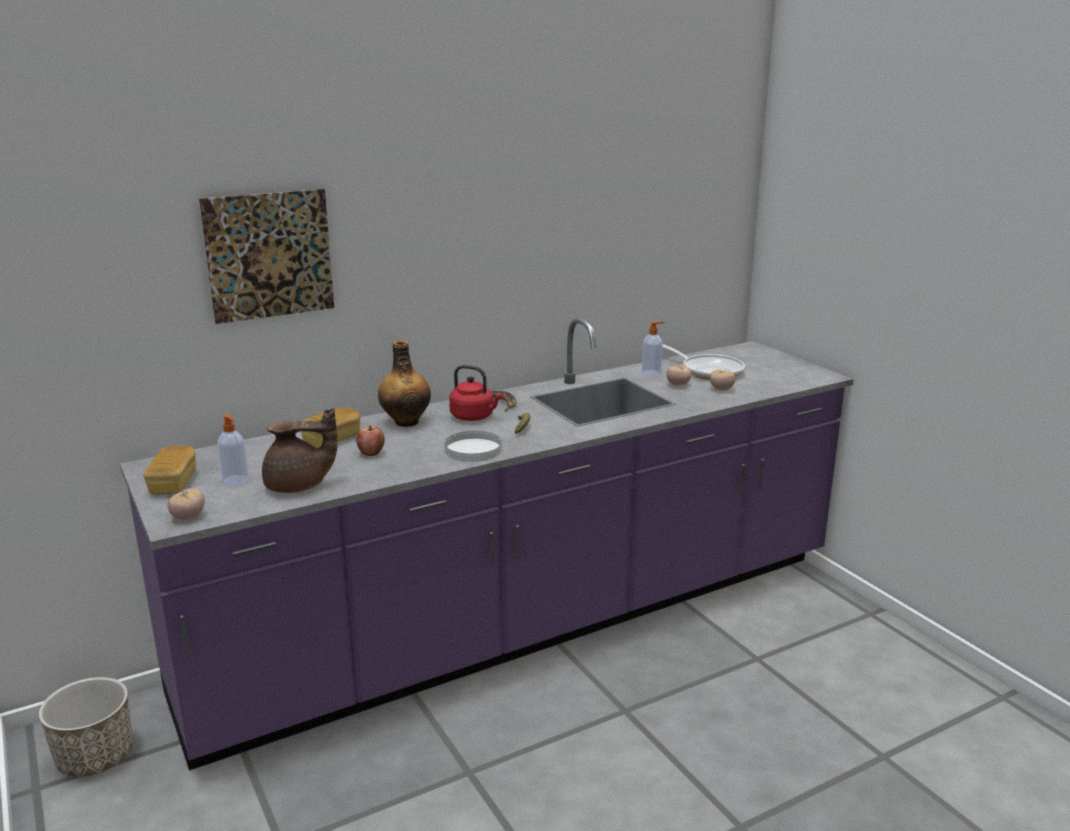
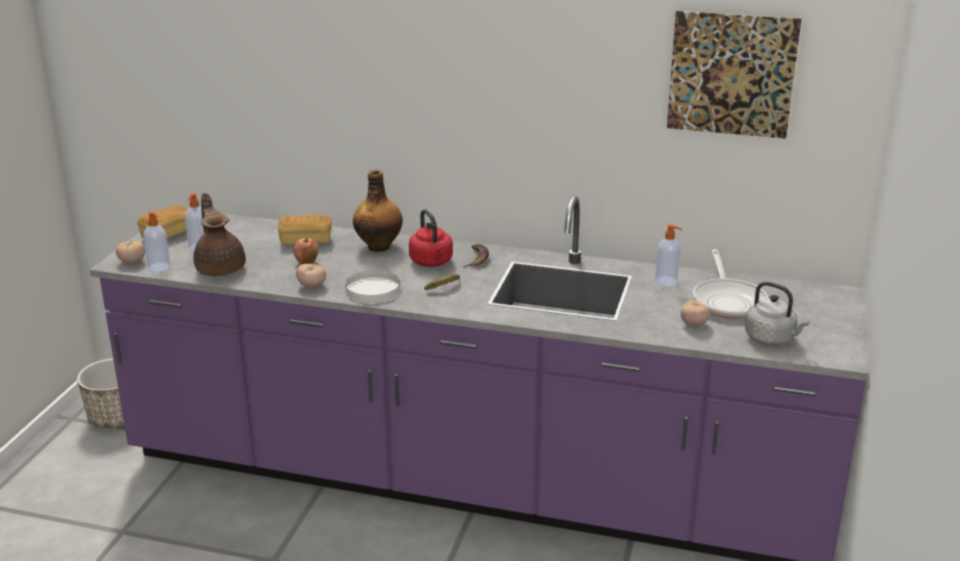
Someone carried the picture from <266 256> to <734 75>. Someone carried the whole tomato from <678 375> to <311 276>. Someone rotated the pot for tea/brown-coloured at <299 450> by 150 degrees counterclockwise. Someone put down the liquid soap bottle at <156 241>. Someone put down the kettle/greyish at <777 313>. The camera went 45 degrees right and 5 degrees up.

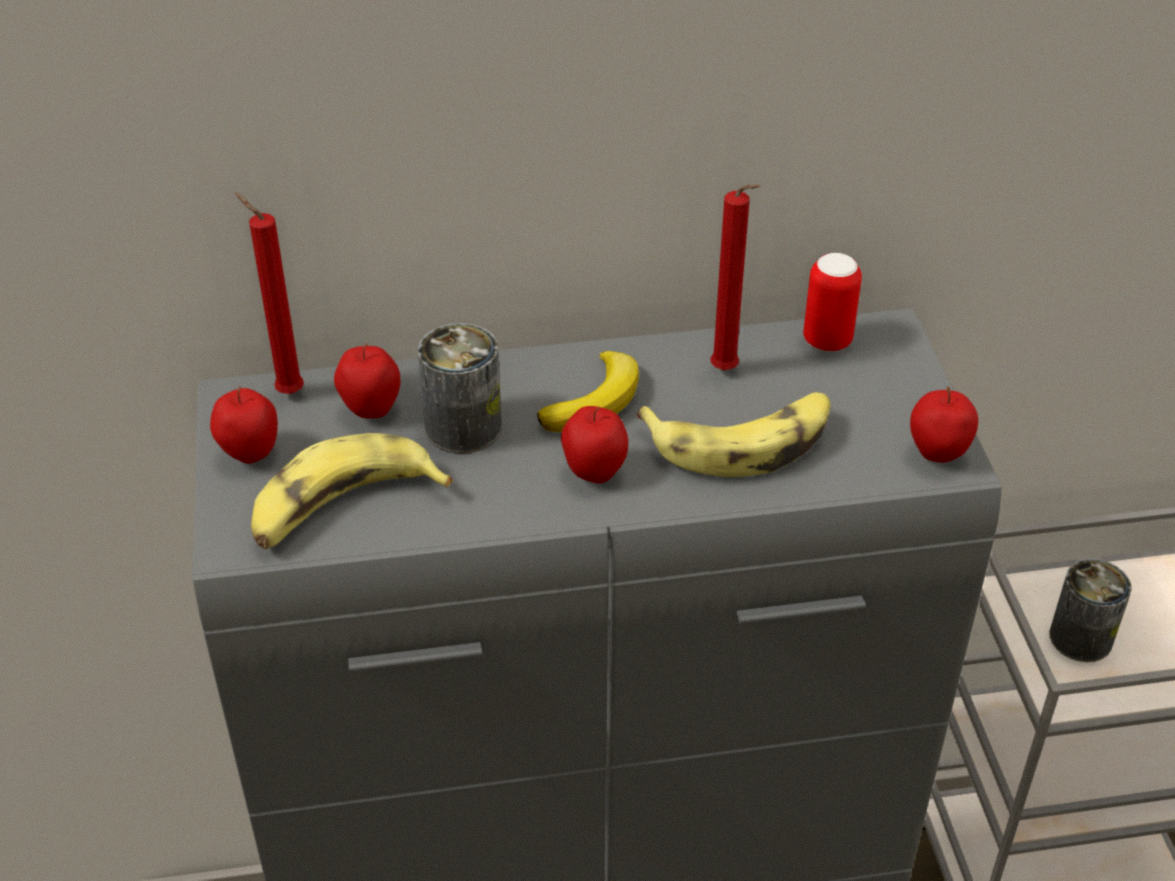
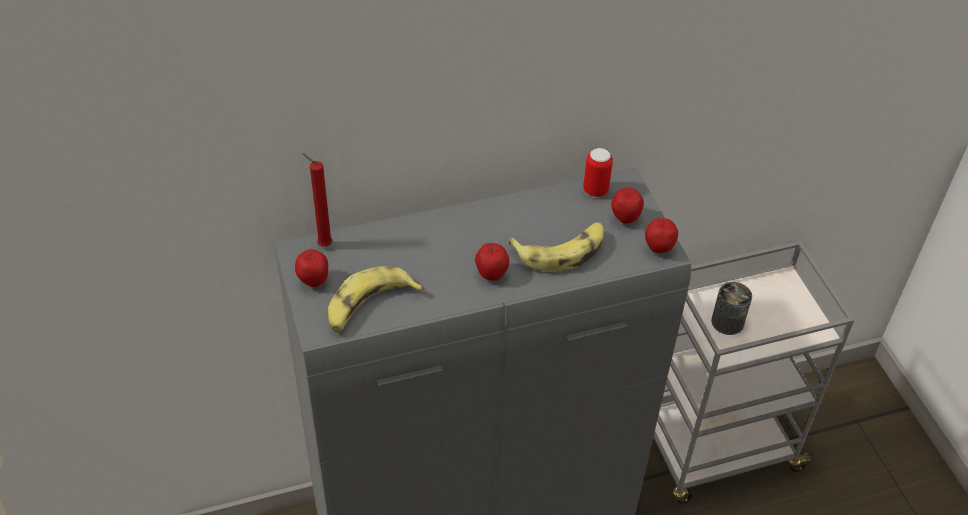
Someone took away the wax candle/red-coloured at <735 277>. Someone took away the metal can at <460 388>. Someone carried the whole apple from <367 380> to <627 206>. Someone took away the banana at <588 391>. The camera went 10 degrees left and 5 degrees up.

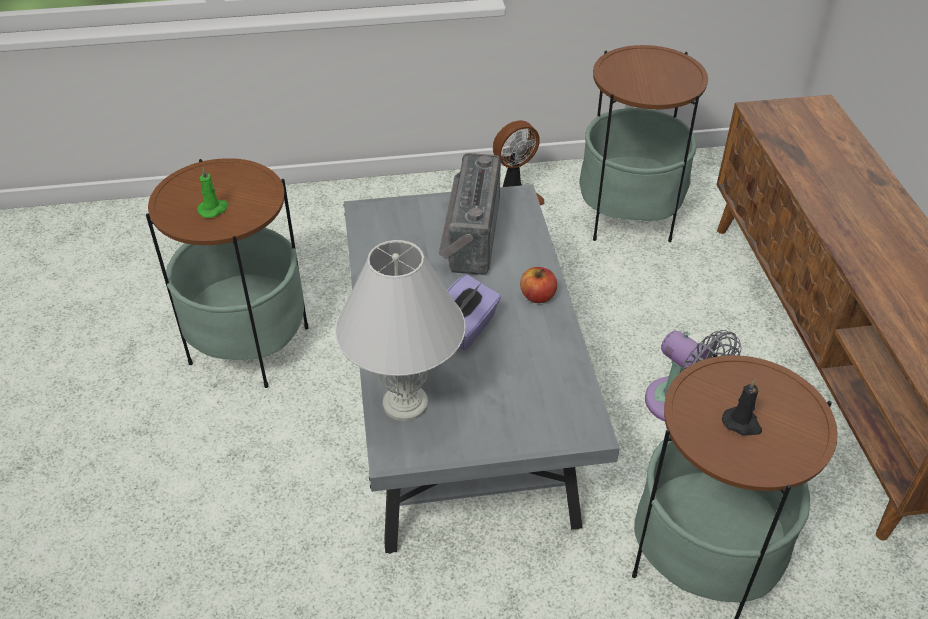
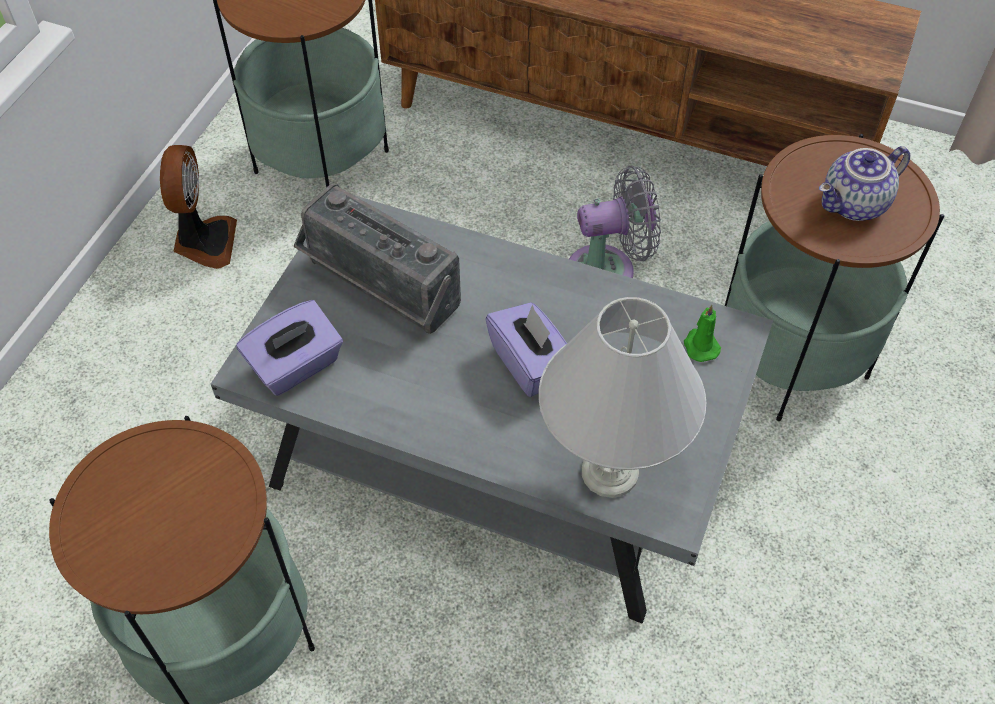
Someone carried the wax candle/greenish from <212 193> to <702 333>. Someone took away the whole apple at <538 285>. Someone swapped the wax candle/blackish at <742 407> for the pot for tea at <864 183>. Someone put down the tissue holder/purple-coloured at <290 348>. The camera went 60 degrees left and 10 degrees up.

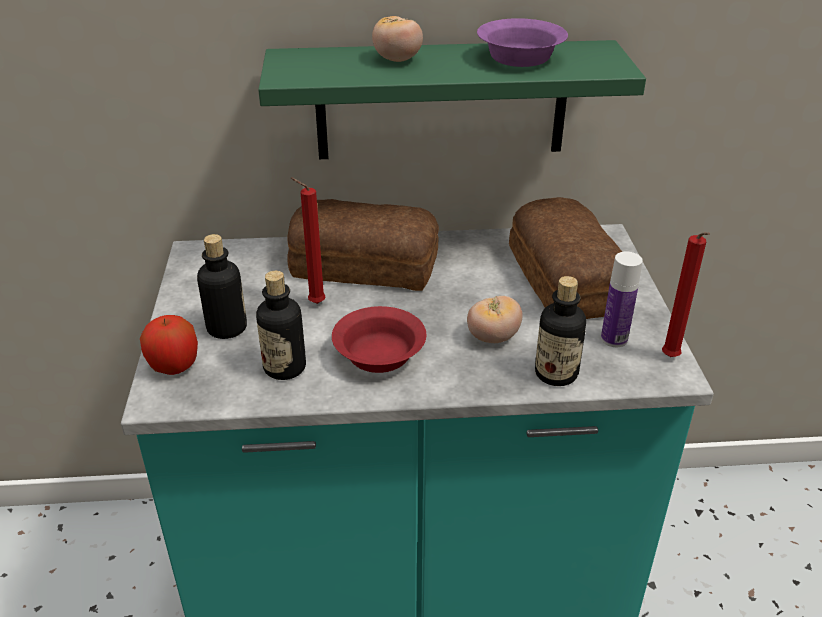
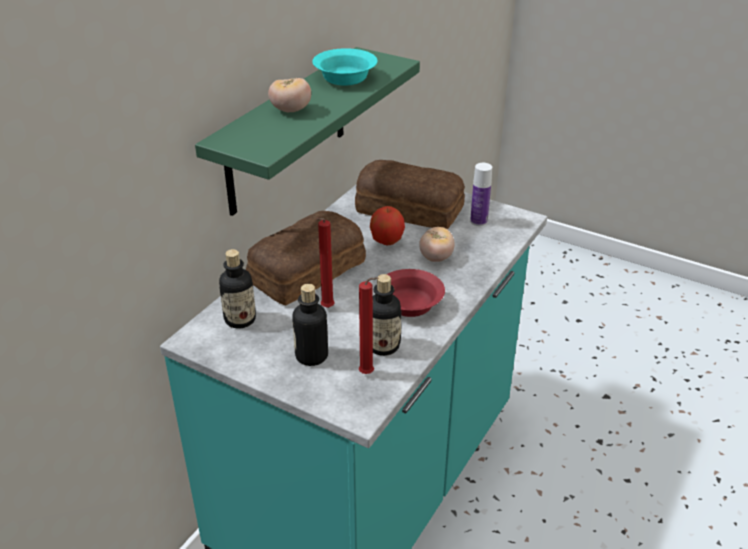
Someone repainted the bowl/purple-coloured at <522 42>, which became the bowl/turquoise-coloured at <344 66>. Someone carried the wax candle/red-coloured from <686 294> to <368 325>. Someone carried the beverage bottle from <560 331> to <237 288>. Someone carried the whole apple from <169 345> to <387 225>. The camera went 55 degrees left and 0 degrees up.

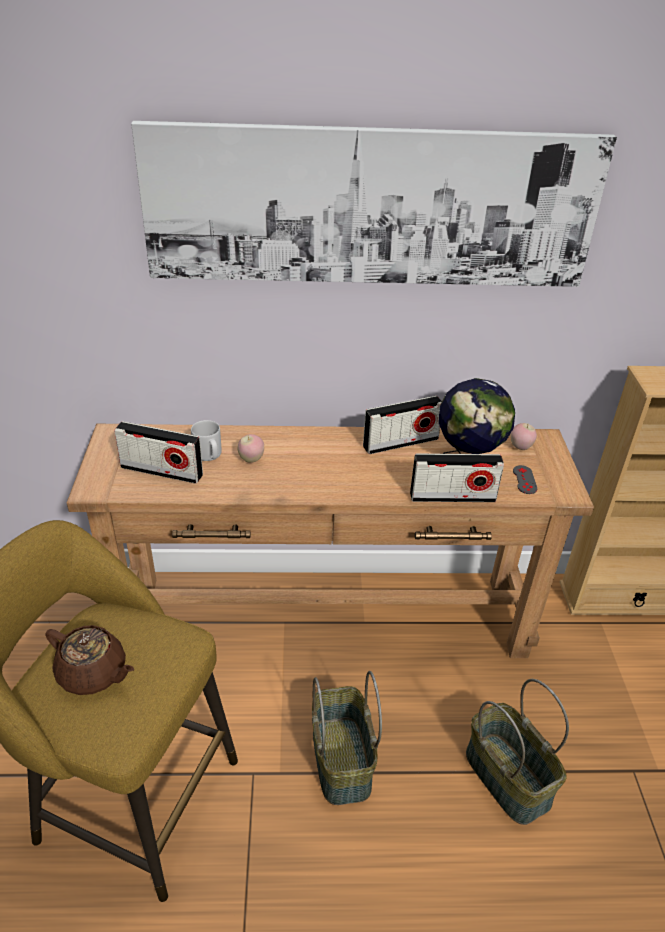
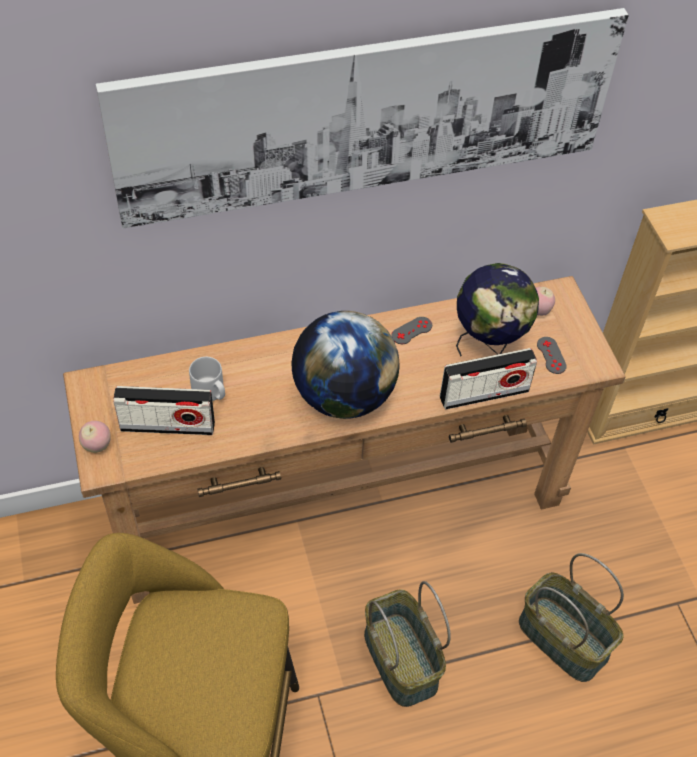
Someone swapped the radio receiver at <402 425> for the joypad/greyish at <411 330>. Someone carried the whole apple from <251 448> to <95 437>. Someone took away the pot for tea/brown-coloured at <89 660>. Someone put down the globe at <345 365>. The camera went 15 degrees left and 15 degrees up.

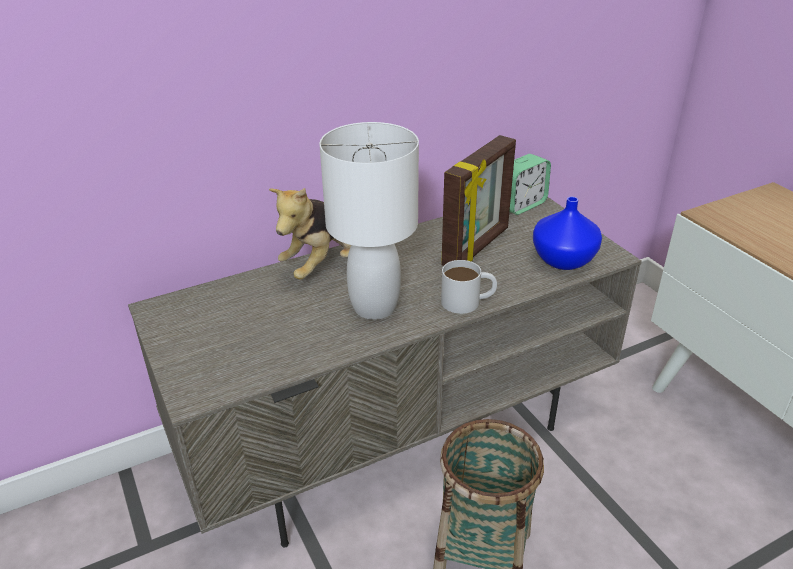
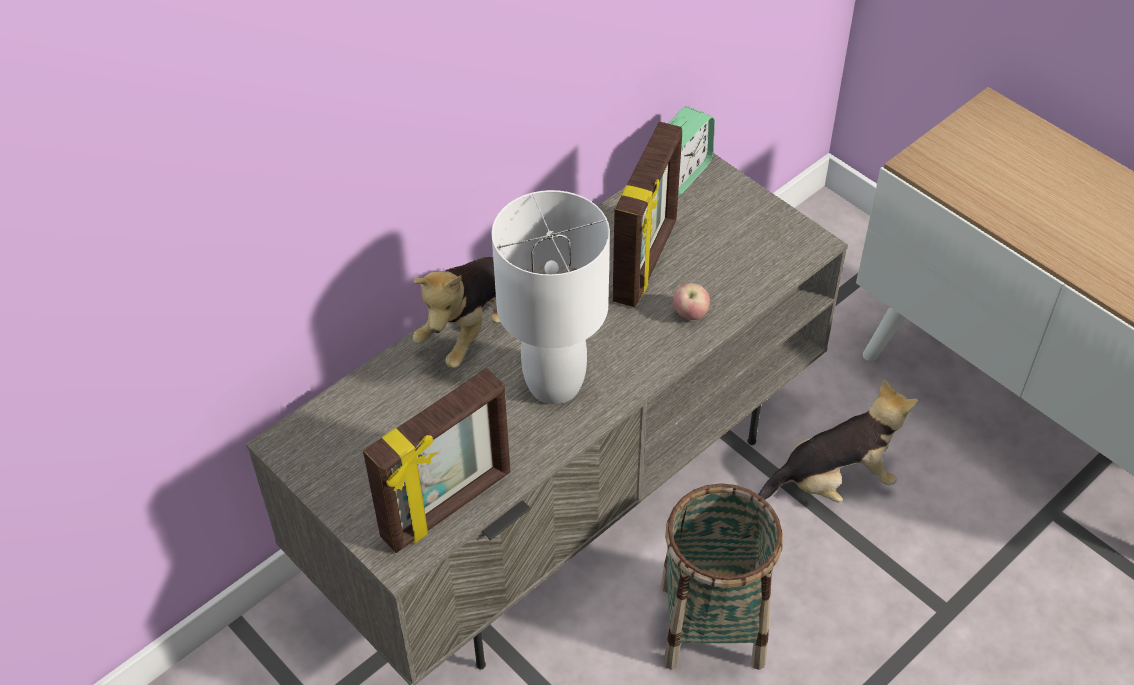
Someone took away the decorative vase/bluish at <567 233>. Someone took away the mug/white at <469 287>. Someone put down the whole apple at <691 301>. Someone put down the picture frame at <436 460>. Someone put down the plush toy at <838 441>. The camera went 15 degrees left and 15 degrees up.

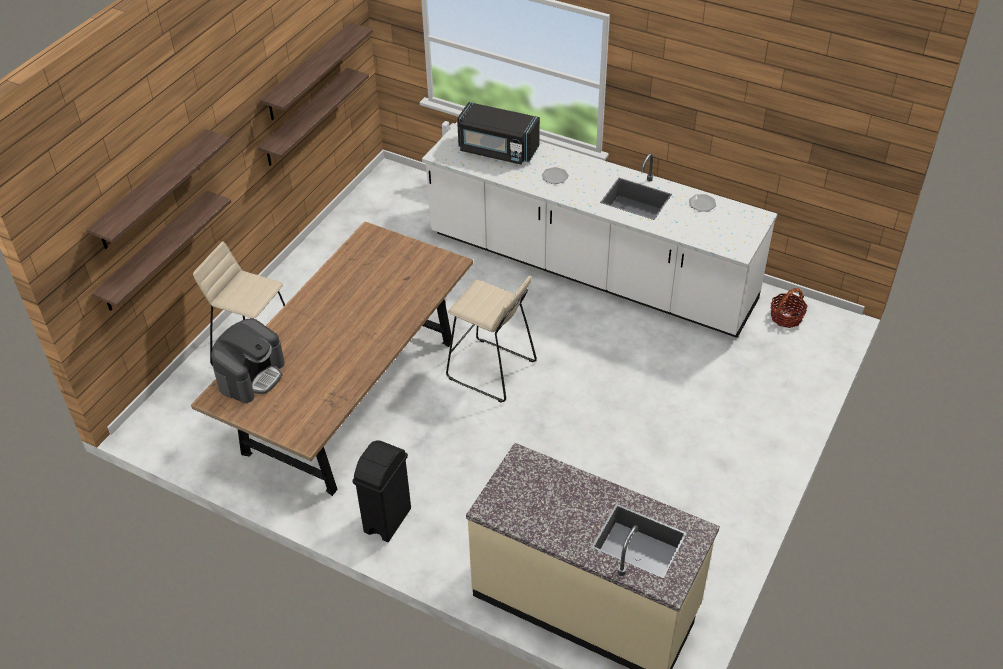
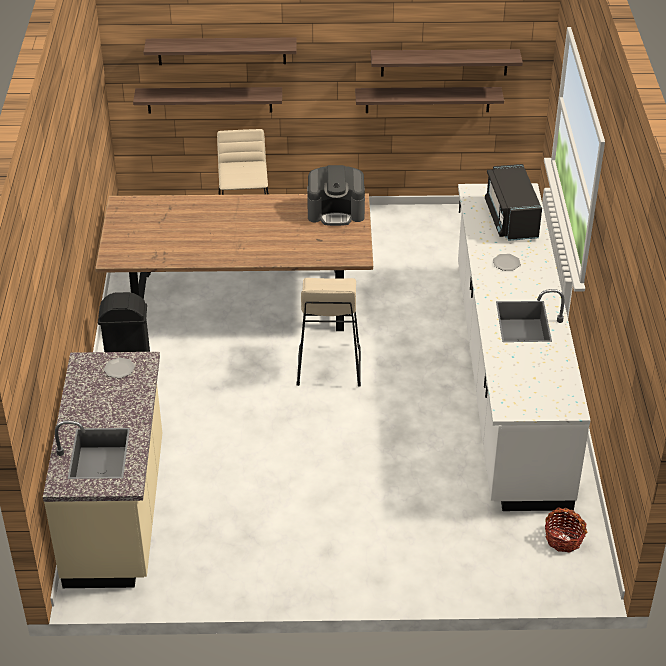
Someone carried the dinner plate from <702 202> to <119 367>. Someone carried the coffee brewer from <248 361> to <336 195>. The camera went 60 degrees right and 5 degrees down.

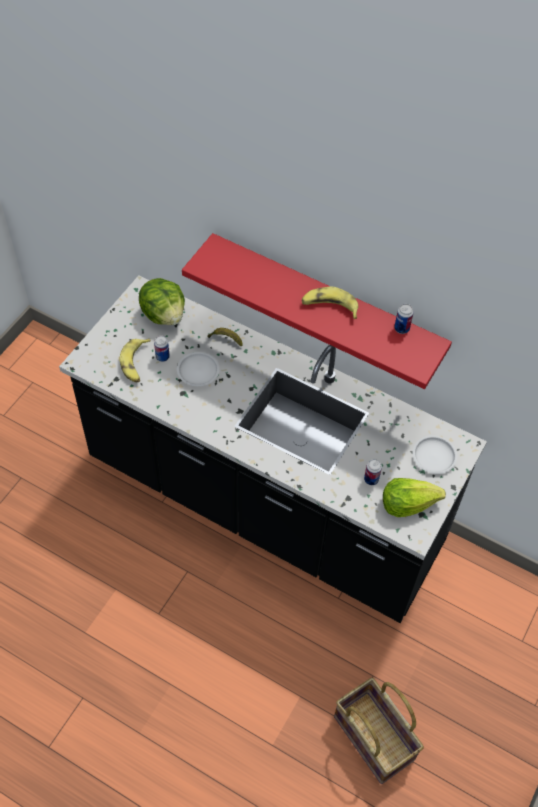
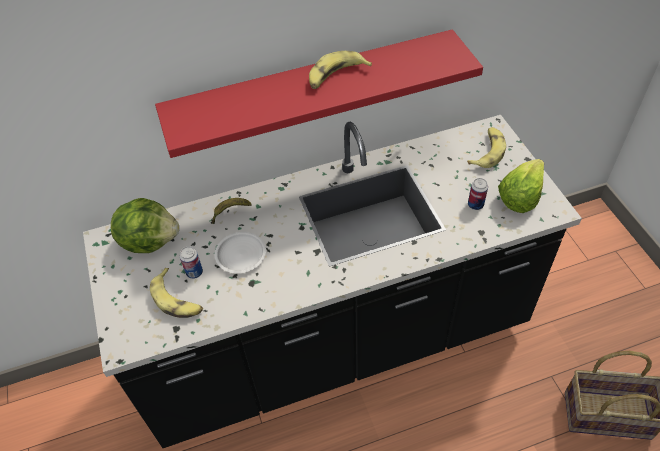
Someone took away the metal can at <404 319>. Someone swapped the dinner plate/white at <435 454> for the banana at <486 147>. The camera went 45 degrees left and 5 degrees down.

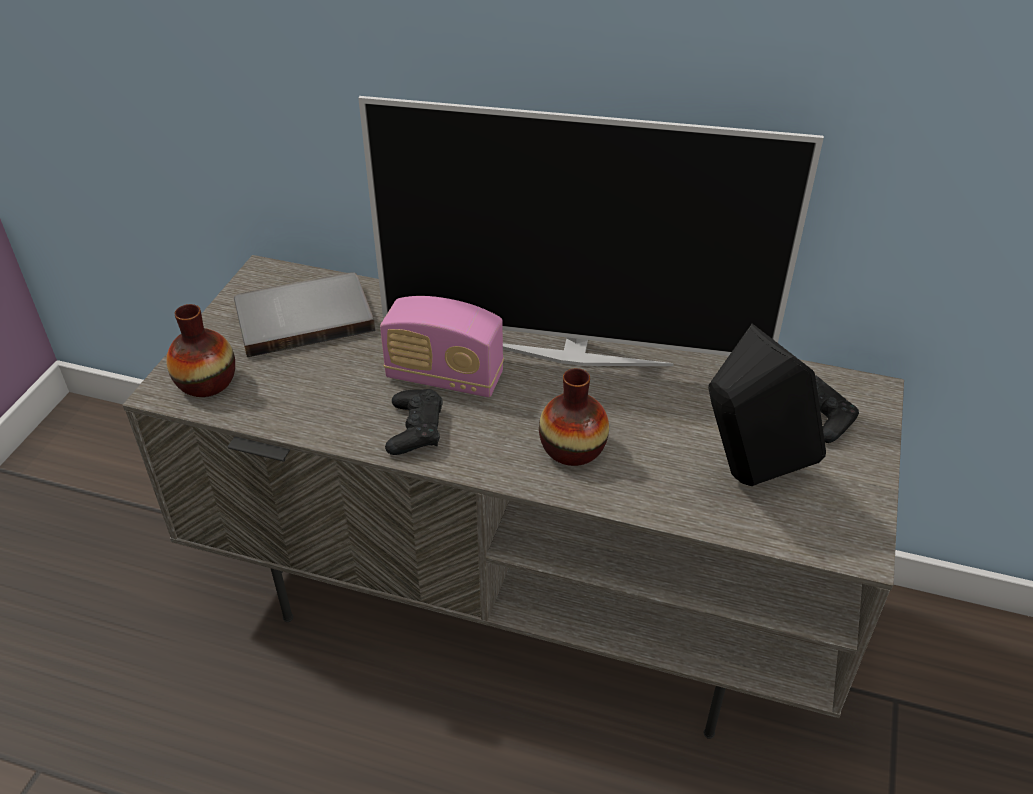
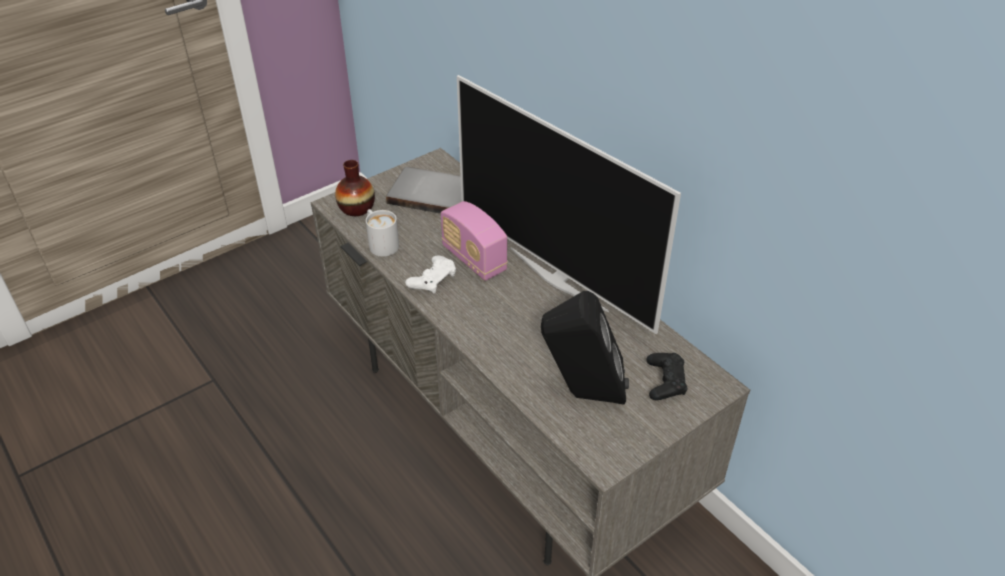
Someone took away the decorative vase at <574 417>. Someone repainted the joypad/blackish at <413 422>, which became the joypad/white at <430 275>. Someone put down the mug/white at <382 232>. The camera went 35 degrees right and 0 degrees up.

